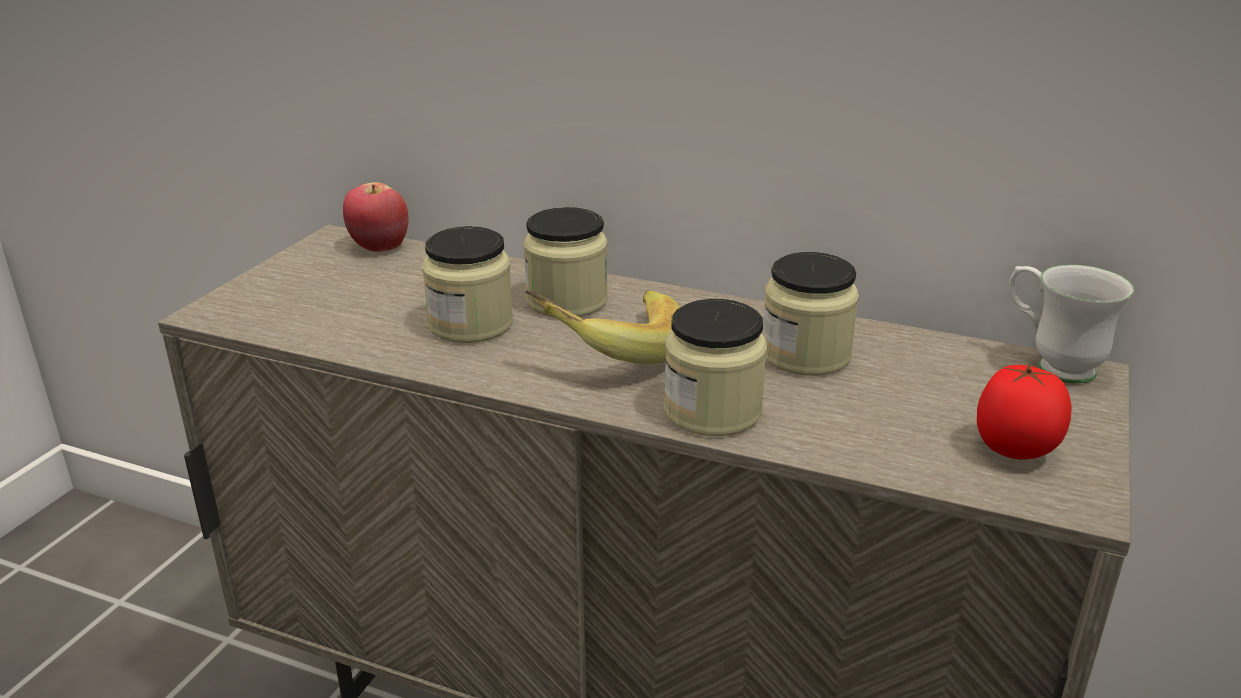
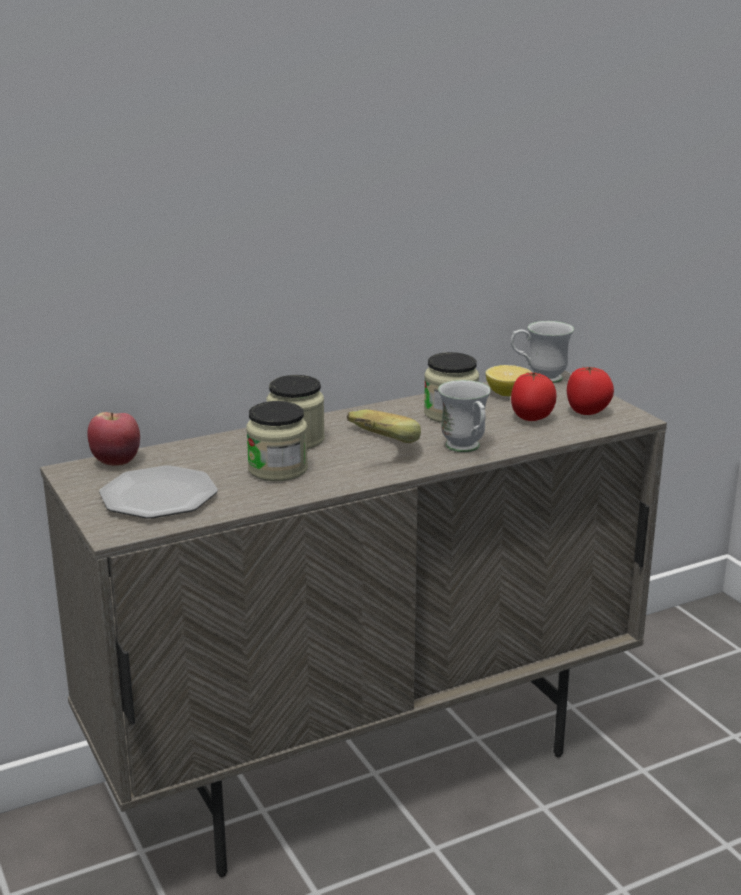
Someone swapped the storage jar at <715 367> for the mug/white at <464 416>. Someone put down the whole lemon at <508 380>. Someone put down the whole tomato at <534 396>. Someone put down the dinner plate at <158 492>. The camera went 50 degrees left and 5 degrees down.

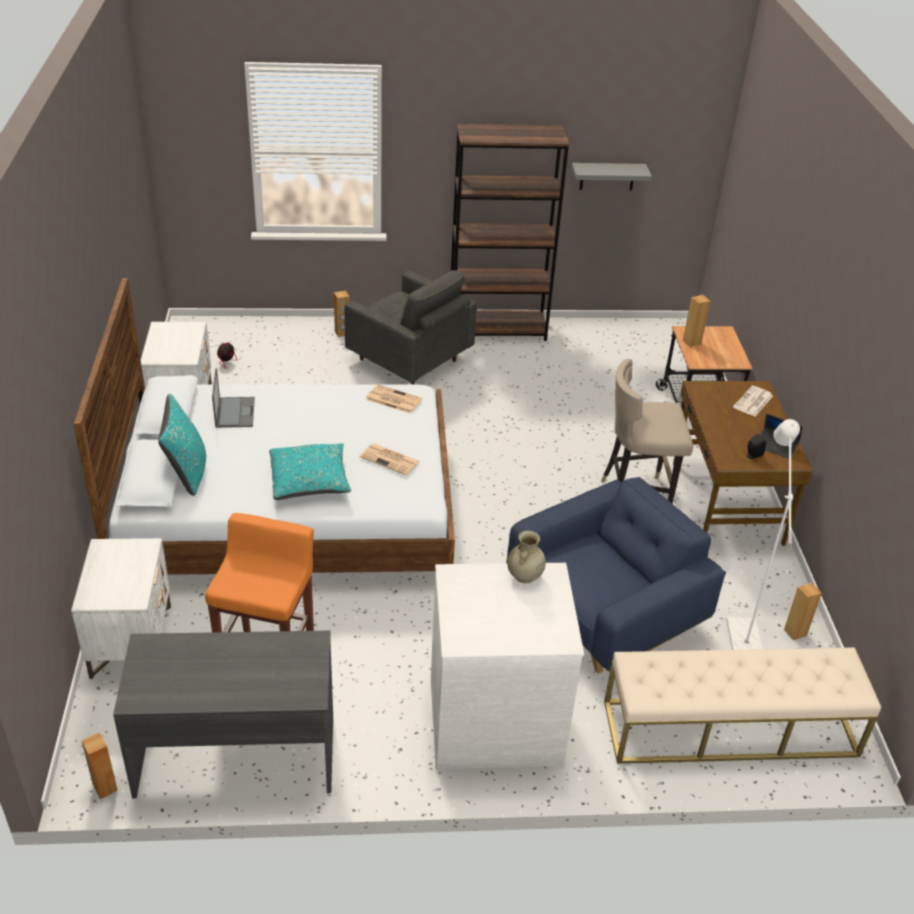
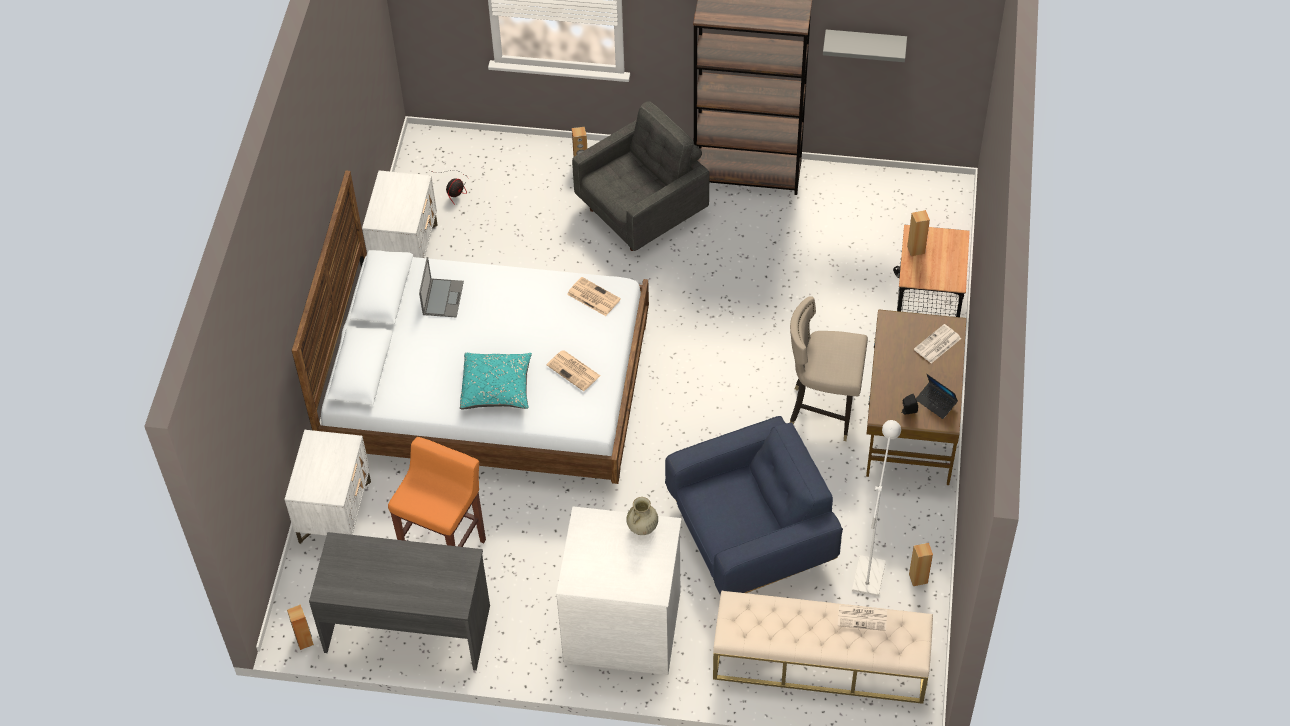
Someone rotated the armchair/greyish at <410 327> by 90 degrees counterclockwise. Someone took away the throw pillow/turquoise-coloured at <182 445>. Someone put down the daily paper at <862 618>. The camera went 15 degrees right and 15 degrees up.

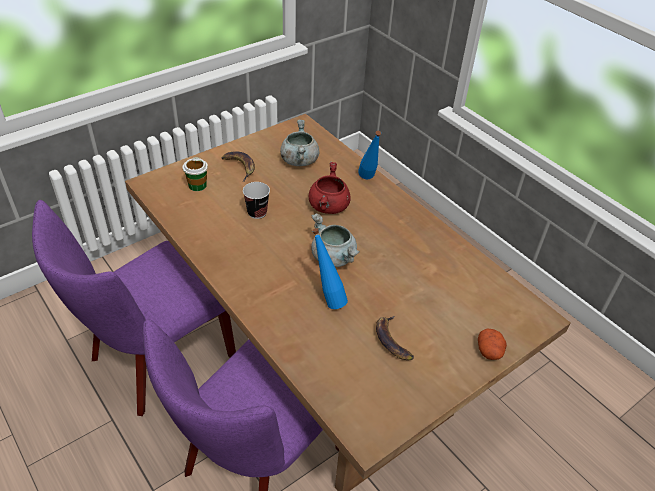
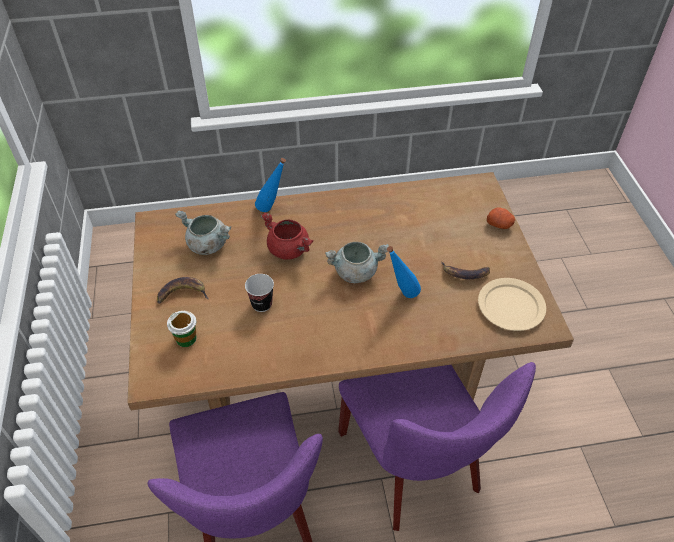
Someone put down the dinner plate/beige-coloured at <512 304>. The camera went 60 degrees left and 5 degrees up.

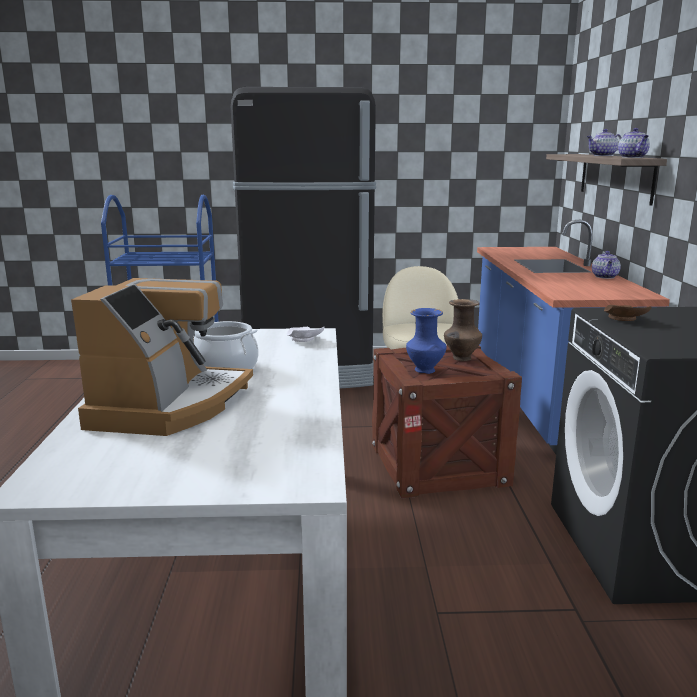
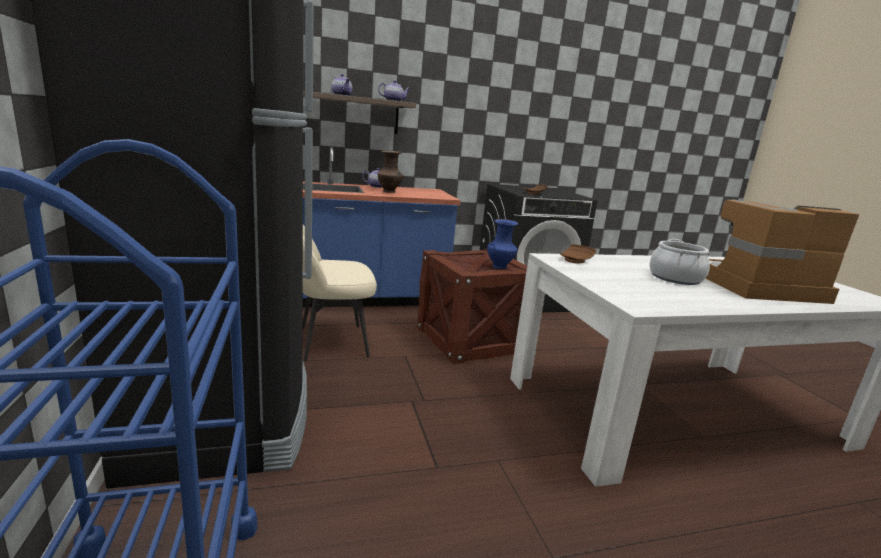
Someone carried the decorative vase/brown-coloured from <463 330> to <390 171>. Someone repainted the dinner plate/white at <306 334>, which became the dinner plate/brown-coloured at <578 254>. The camera went 105 degrees left and 0 degrees up.

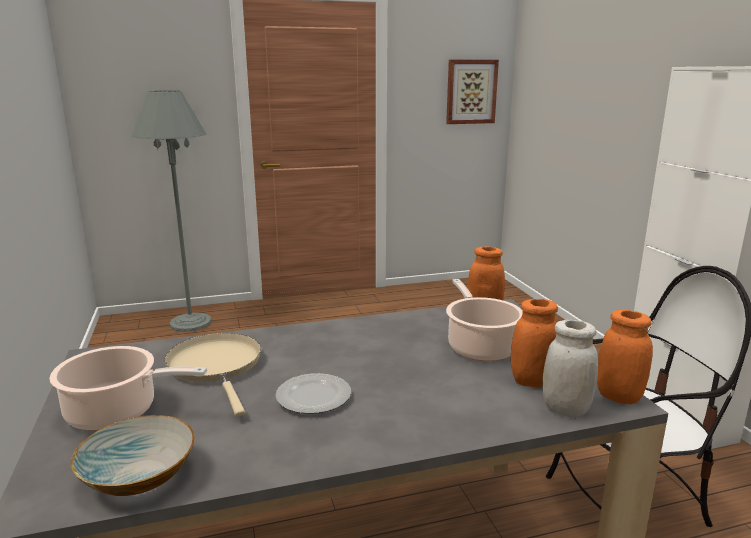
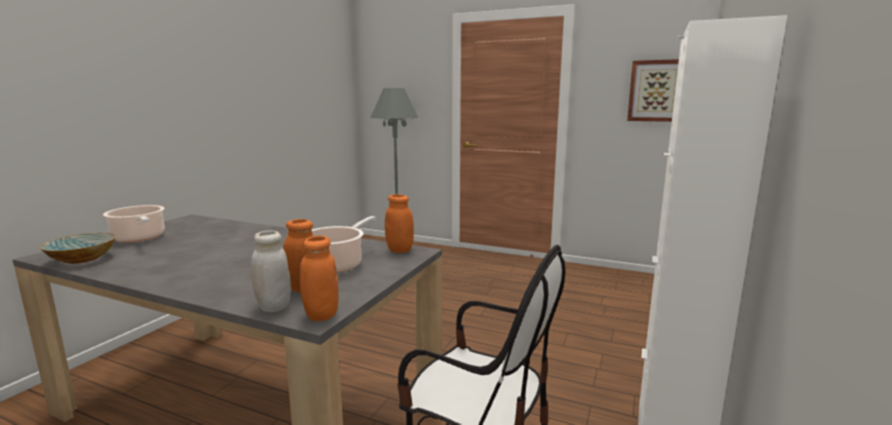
Someone took away the frying pan/beige-coloured at <213 375>. Someone took away the dinner plate at <313 393>. The camera went 40 degrees right and 5 degrees down.

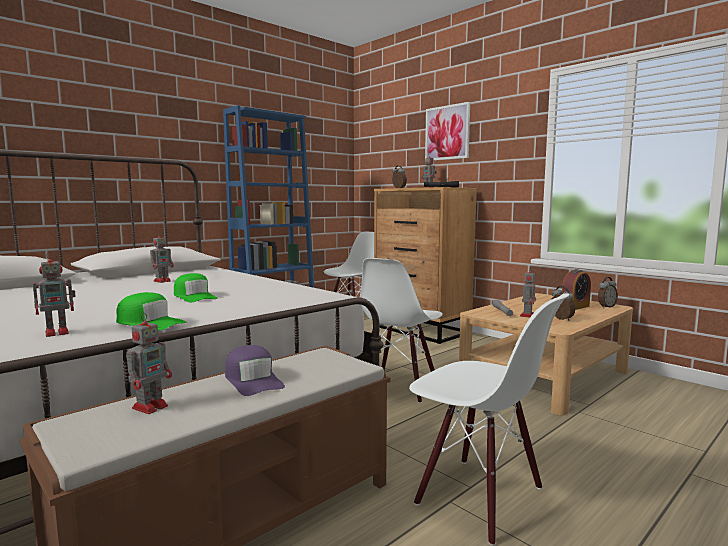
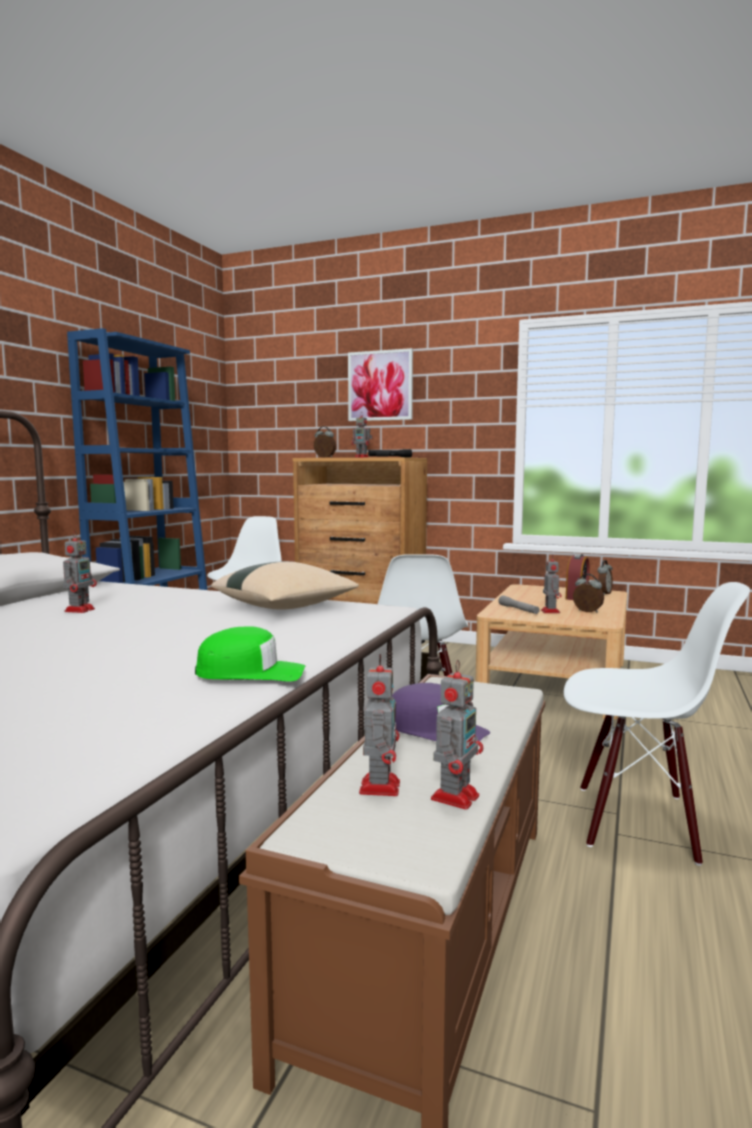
Someone carried the toy robot from <54 294> to <457 735>. Someone took away the peaked cap/greenish at <196 287>. Someone put down the throw pillow/beige-coloured at <285 585>. The camera went 25 degrees left and 0 degrees up.

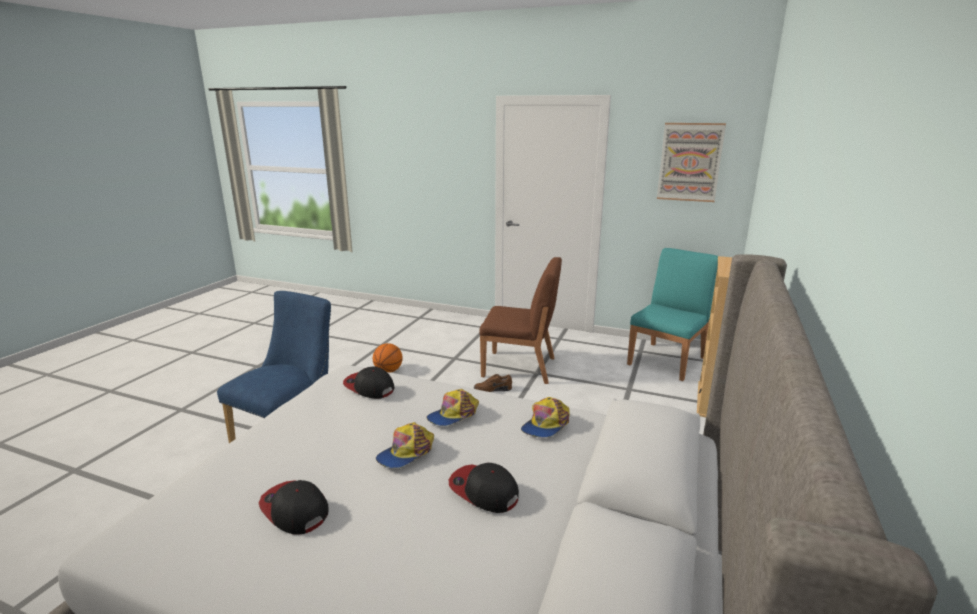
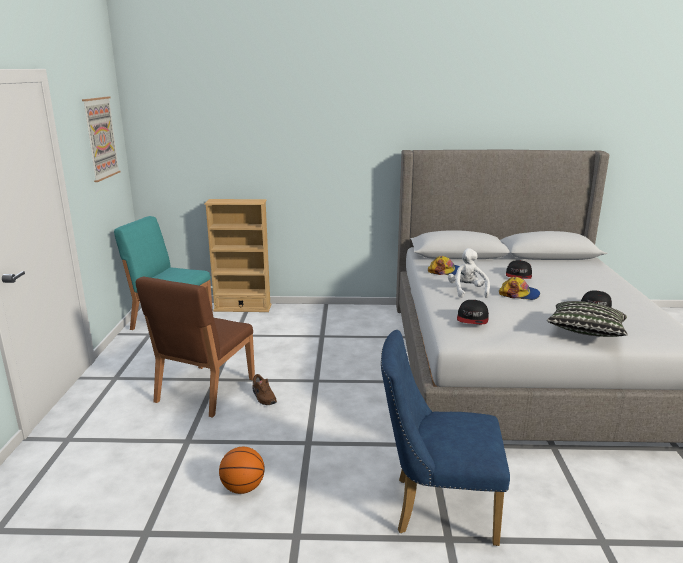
Someone rotated the plain chair/brown-coloured at <520 320> by 150 degrees counterclockwise. Someone swapped the peaked cap at <452 407> for the plush toy/white at <469 273>. Someone put down the throw pillow at <587 319>. The camera went 110 degrees left and 0 degrees up.

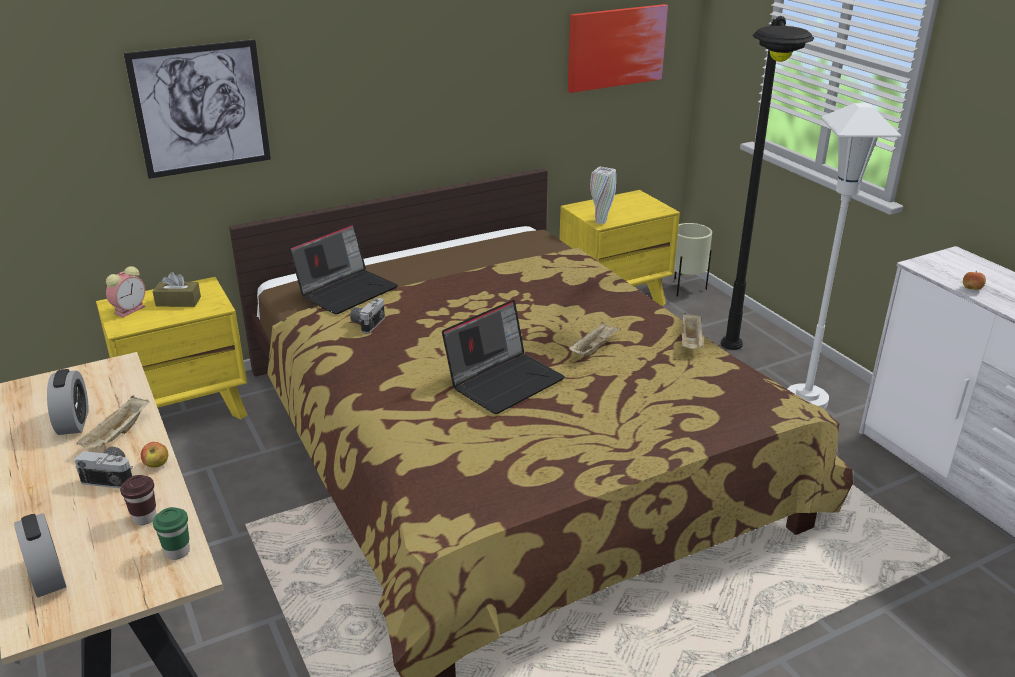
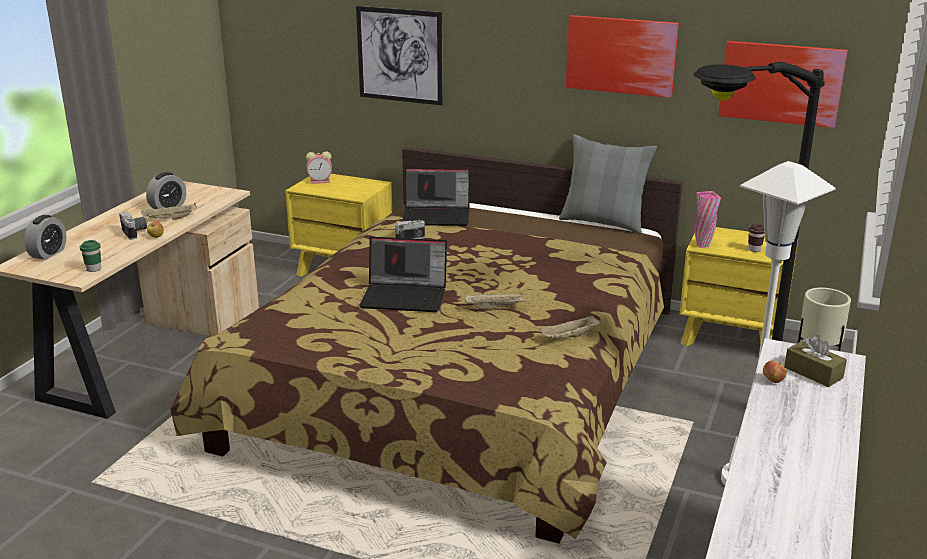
Someone repainted the decorative vase/white at <603 195>, which became the decorative vase/pink at <707 219>. Someone carried the tissue holder/brown-coloured from <177 289> to <815 361>. Someone carried the small cup/brown-coloured from <138 500> to <756 238>. Someone put up the picture at <622 56>. Someone put down the throw pillow/greyish at <608 184>. The camera went 50 degrees right and 5 degrees down.

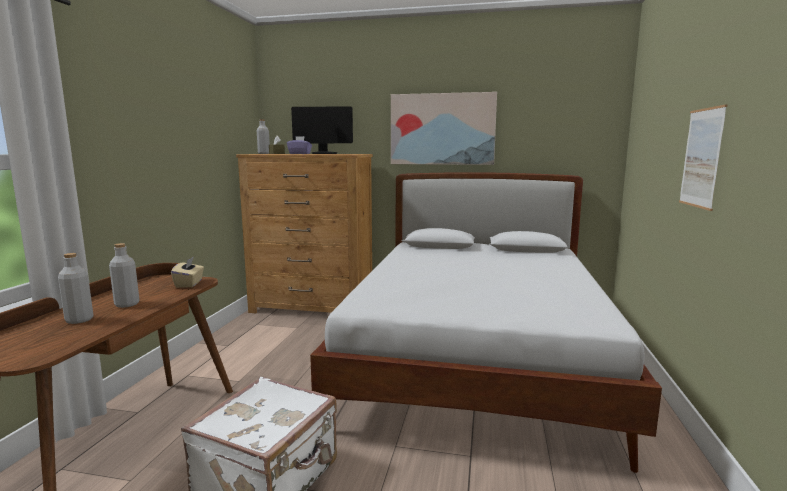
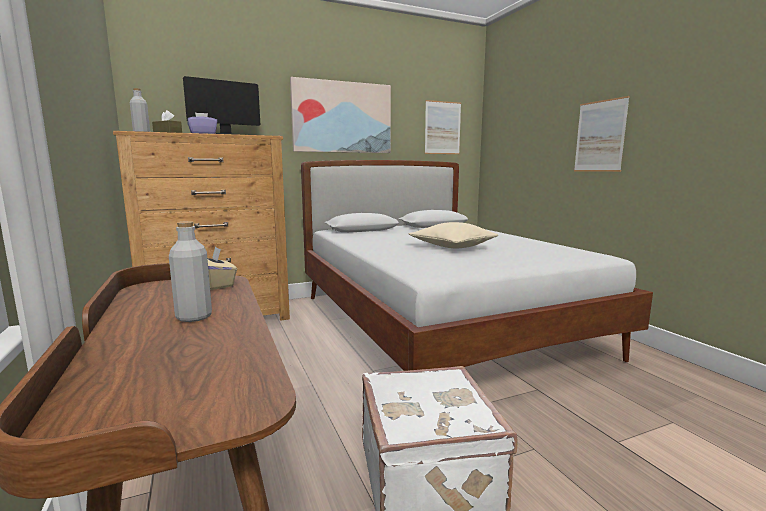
Someone took away the beverage bottle/greyish at <75 288>. Someone put up the picture at <443 127>. Someone put down the throw pillow/beige-coloured at <453 235>. The camera went 35 degrees left and 0 degrees up.

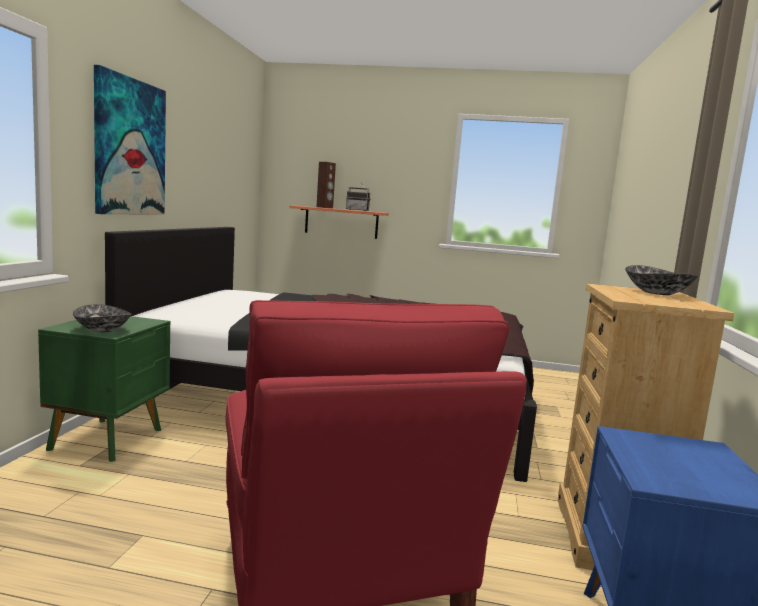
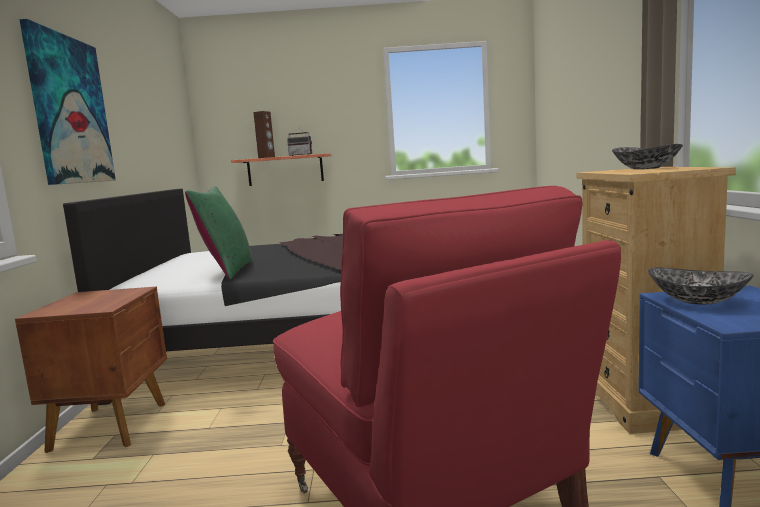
Someone carried the bowl from <102 318> to <701 286>. Someone repainted the night table/greenish at <104 389>, which became the night table/brown-coloured at <91 370>. Someone put down the throw pillow/greenish at <219 233>. The camera went 10 degrees left and 0 degrees up.

